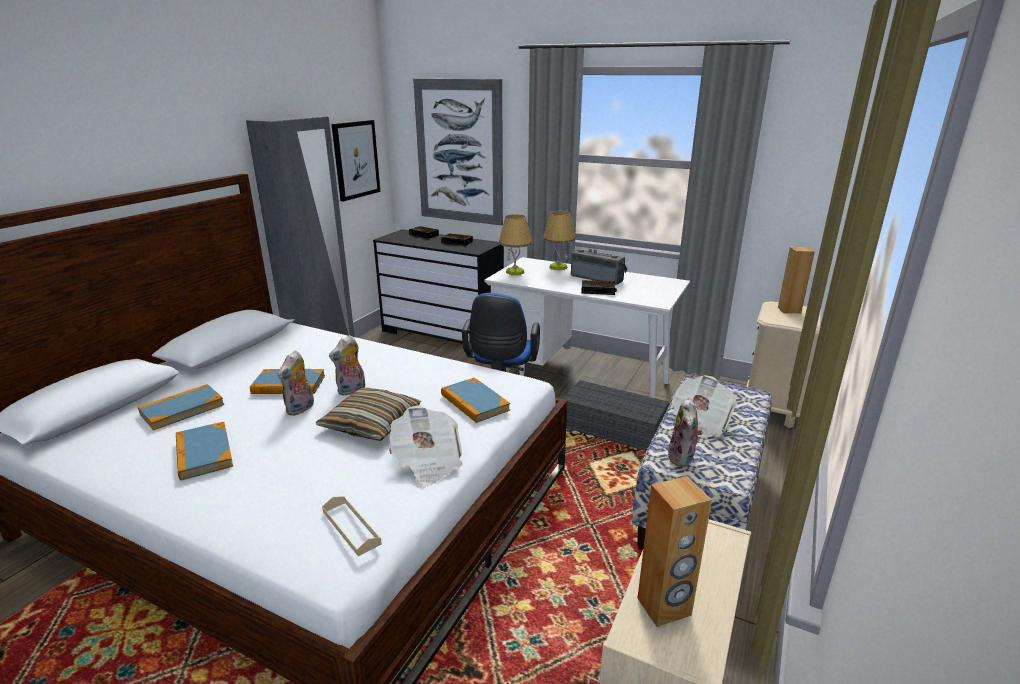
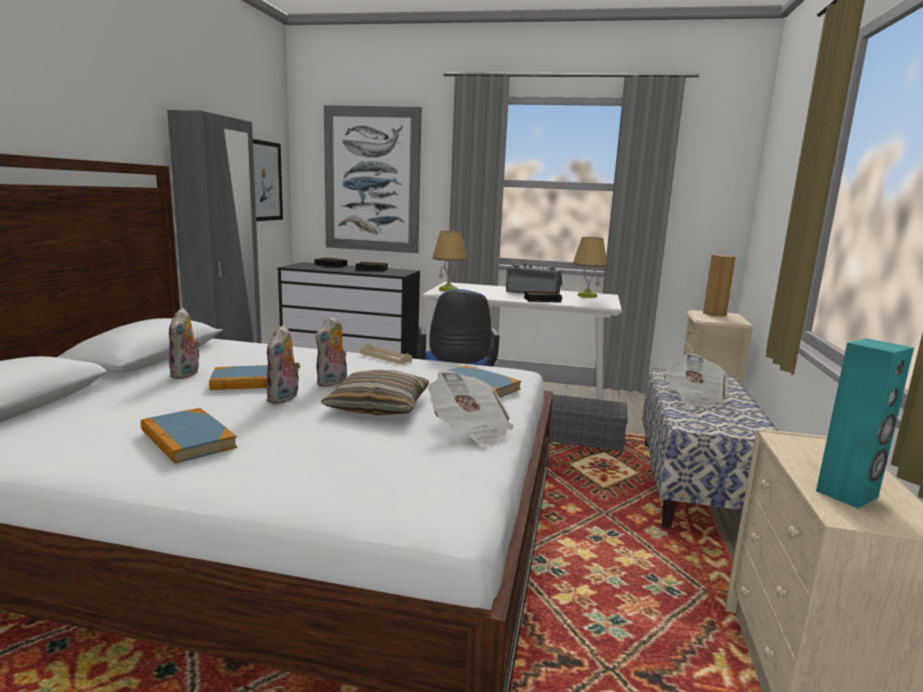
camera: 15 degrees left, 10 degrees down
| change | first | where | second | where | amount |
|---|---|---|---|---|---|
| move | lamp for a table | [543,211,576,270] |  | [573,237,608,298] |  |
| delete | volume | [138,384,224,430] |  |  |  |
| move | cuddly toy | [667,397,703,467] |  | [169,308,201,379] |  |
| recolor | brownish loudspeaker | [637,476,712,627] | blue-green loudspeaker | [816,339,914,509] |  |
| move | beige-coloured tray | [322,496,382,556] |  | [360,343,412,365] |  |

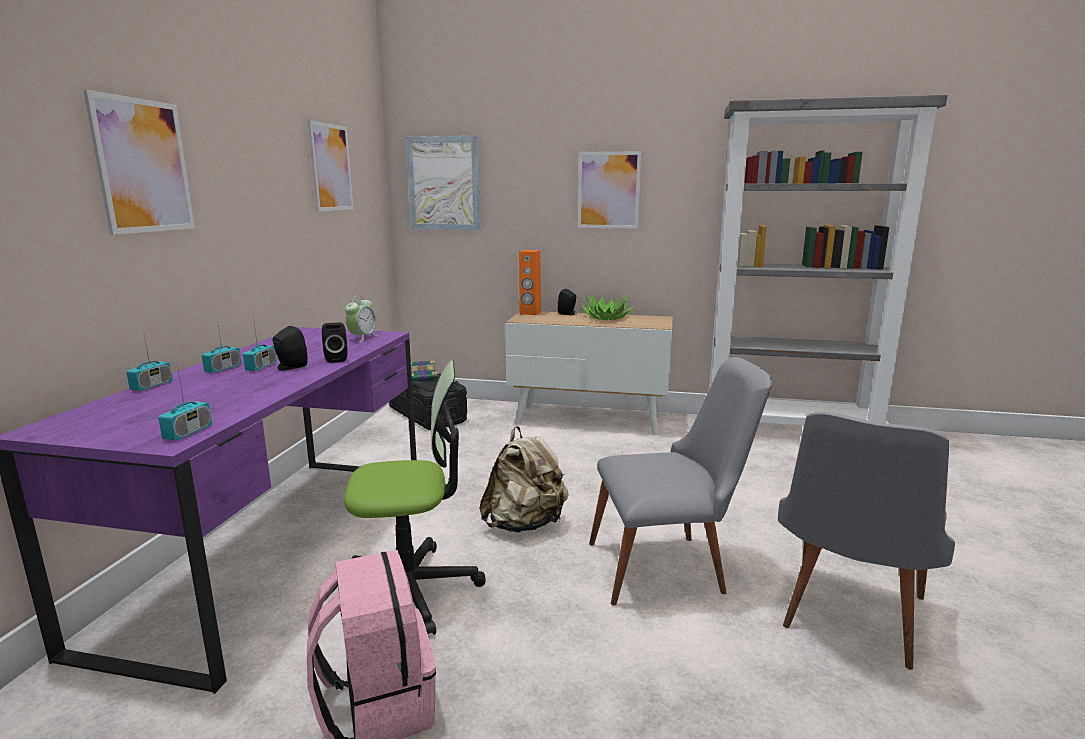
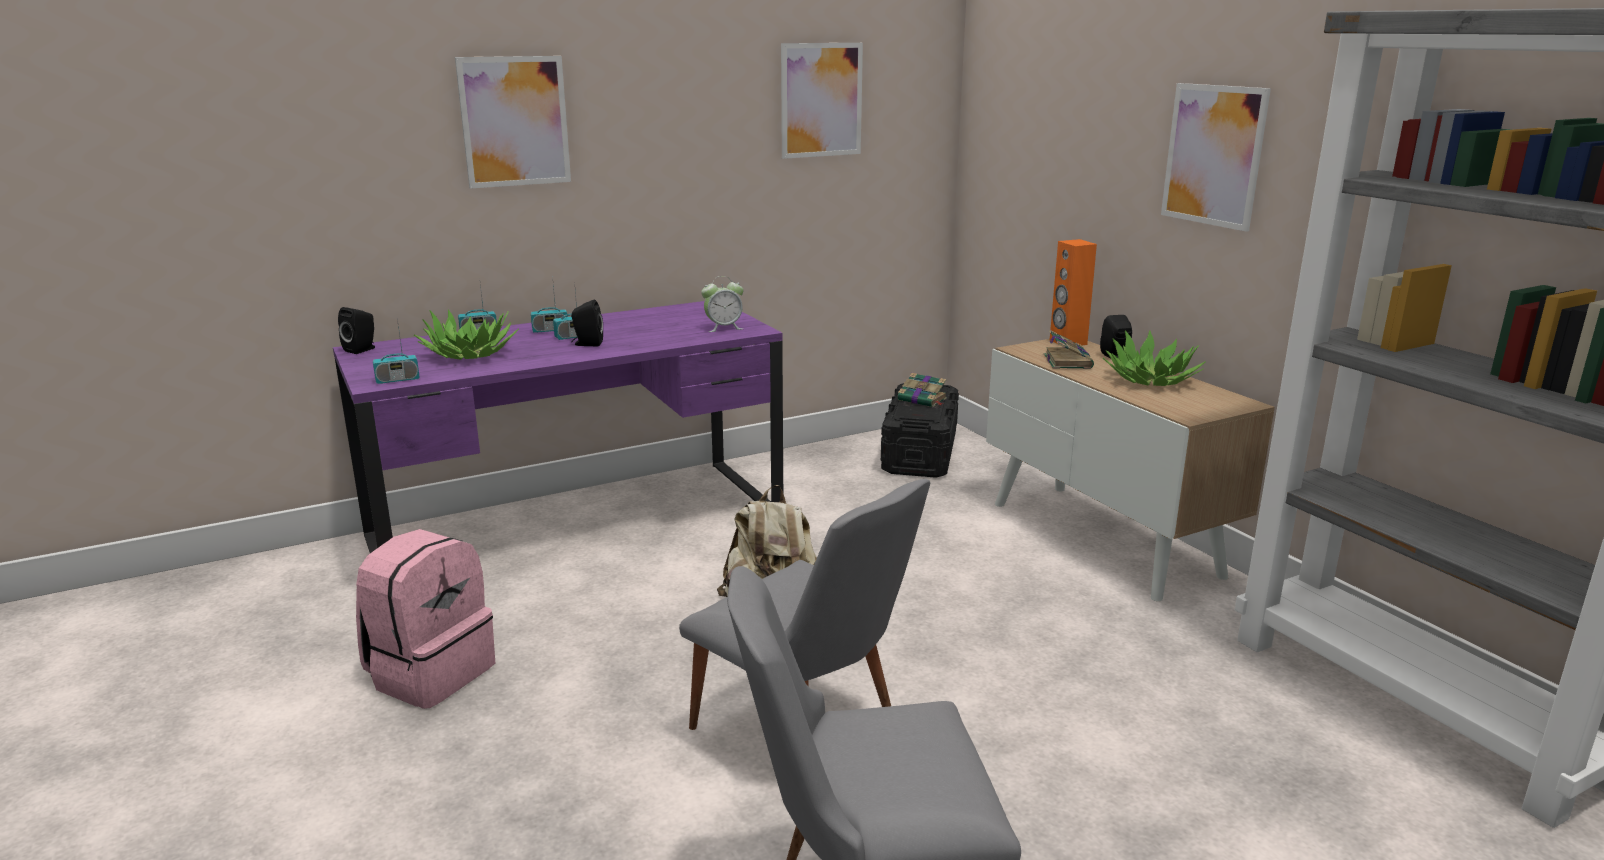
camera: 50 degrees right, 5 degrees up
| change | first | where | second | where | amount |
|---|---|---|---|---|---|
| delete | wall picture | [406,136,480,230] |  |  |  |
| move | black-coloured loudspeaker | [322,322,348,363] |  | [338,307,375,354] |  |
| delete | computer chair | [340,360,486,635] |  |  |  |
| insert |  |  | plant in a pot | [414,309,519,360] |  |
| insert |  |  | volume | [1044,330,1094,369] |  |

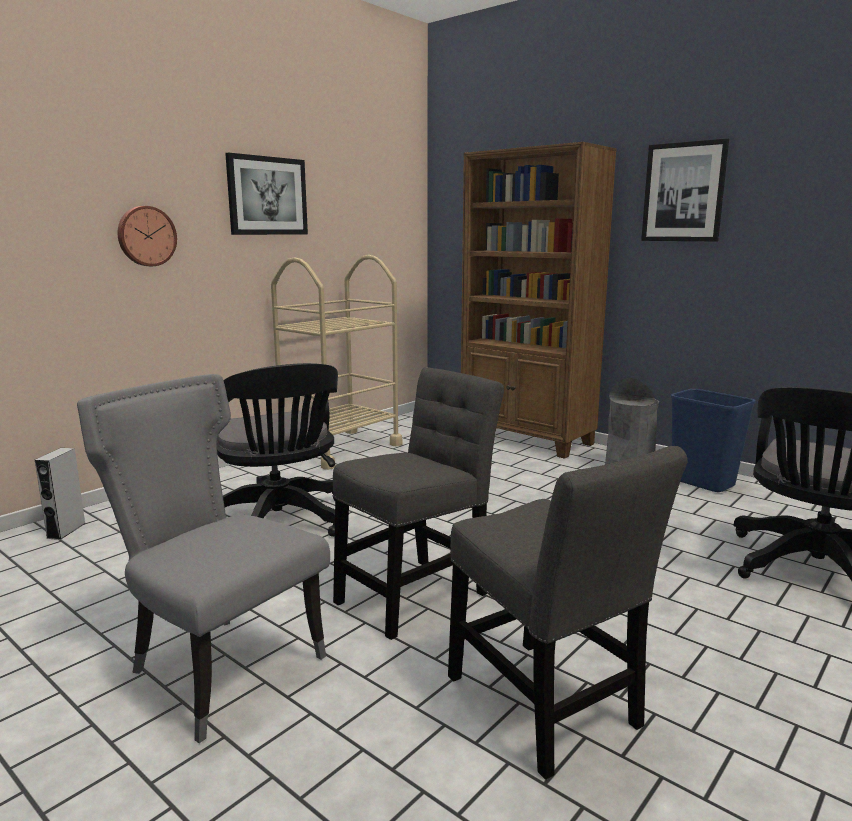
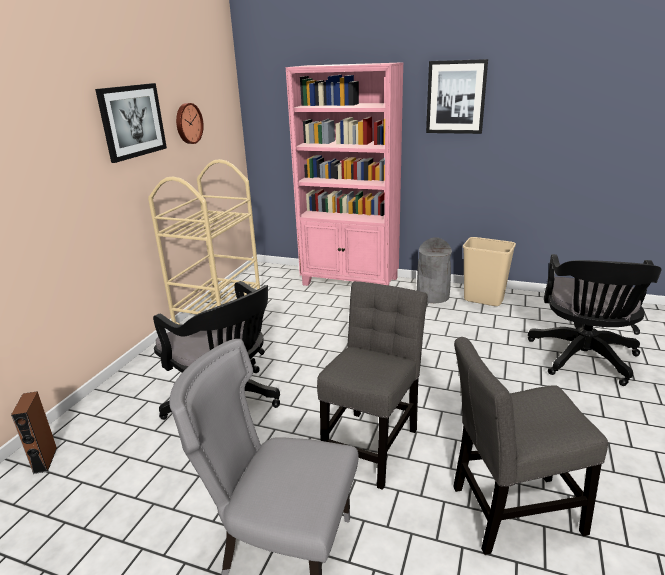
camera: 20 degrees left, 10 degrees up
| change | first | where | second | where | amount |
|---|---|---|---|---|---|
| recolor | brownish bookshelf | [461,142,617,459] | pink-coloured bookshelf | [286,62,404,286] |  |
| move | clock on the wall | [118,206,177,266] |  | [176,103,204,144] |  |
| recolor | blue-coloured rubbish bin | [671,389,756,492] | beige-coloured rubbish bin | [463,237,516,306] |  |
| rotate | gray plain chair | [448,446,687,780] |  | [453,337,608,555] | 135 degrees clockwise |
| recolor | gray loudspeaker | [35,448,86,540] | brownish loudspeaker | [11,391,57,474] |  |

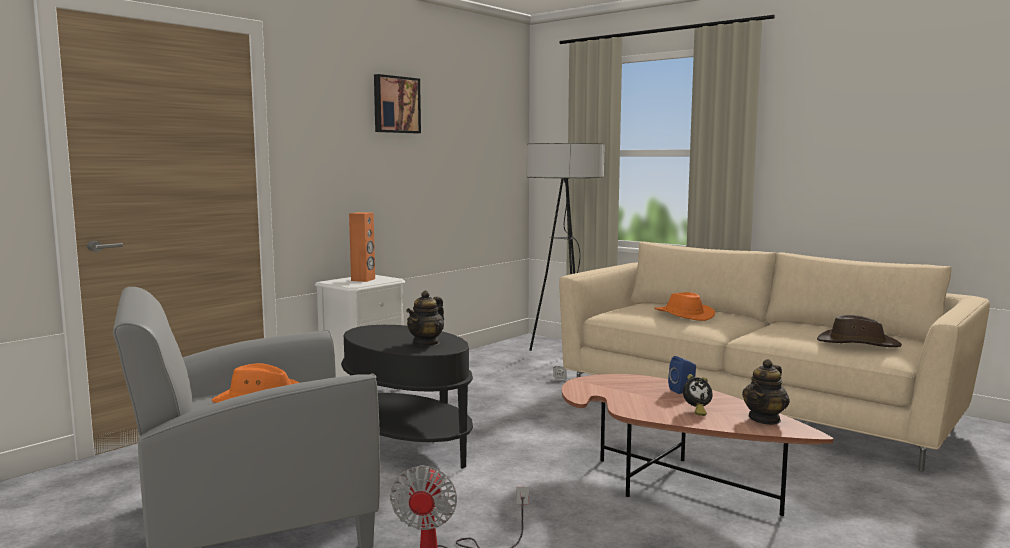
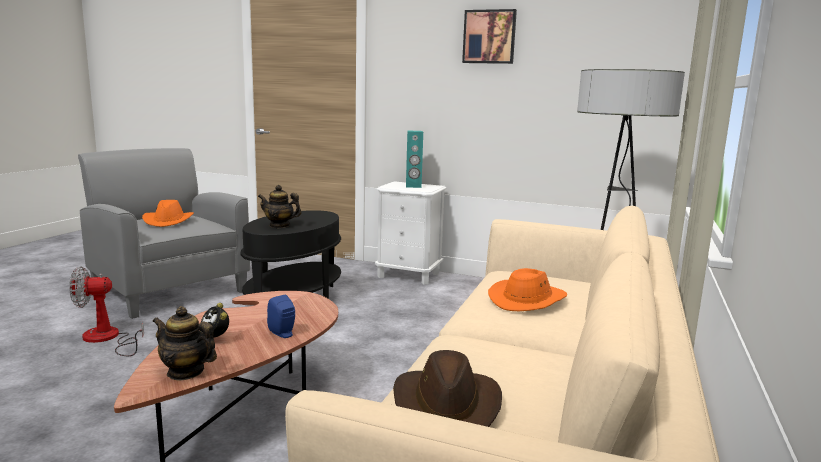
camera: 70 degrees right, 5 degrees up
| change | first | where | second | where | amount |
|---|---|---|---|---|---|
| recolor | orange-coloured loudspeaker | [349,212,375,282] | blue-green loudspeaker | [406,130,423,188] |  |

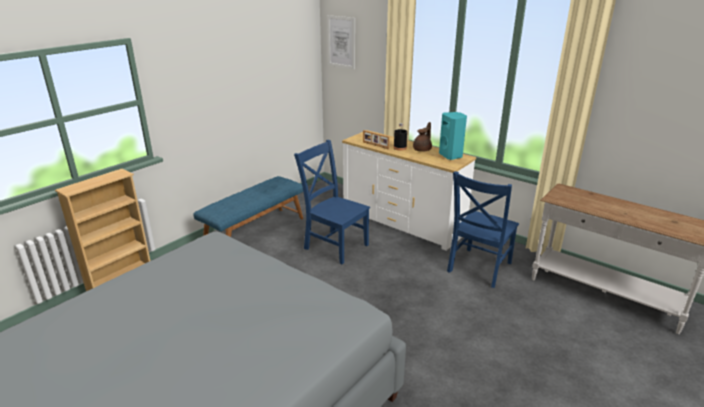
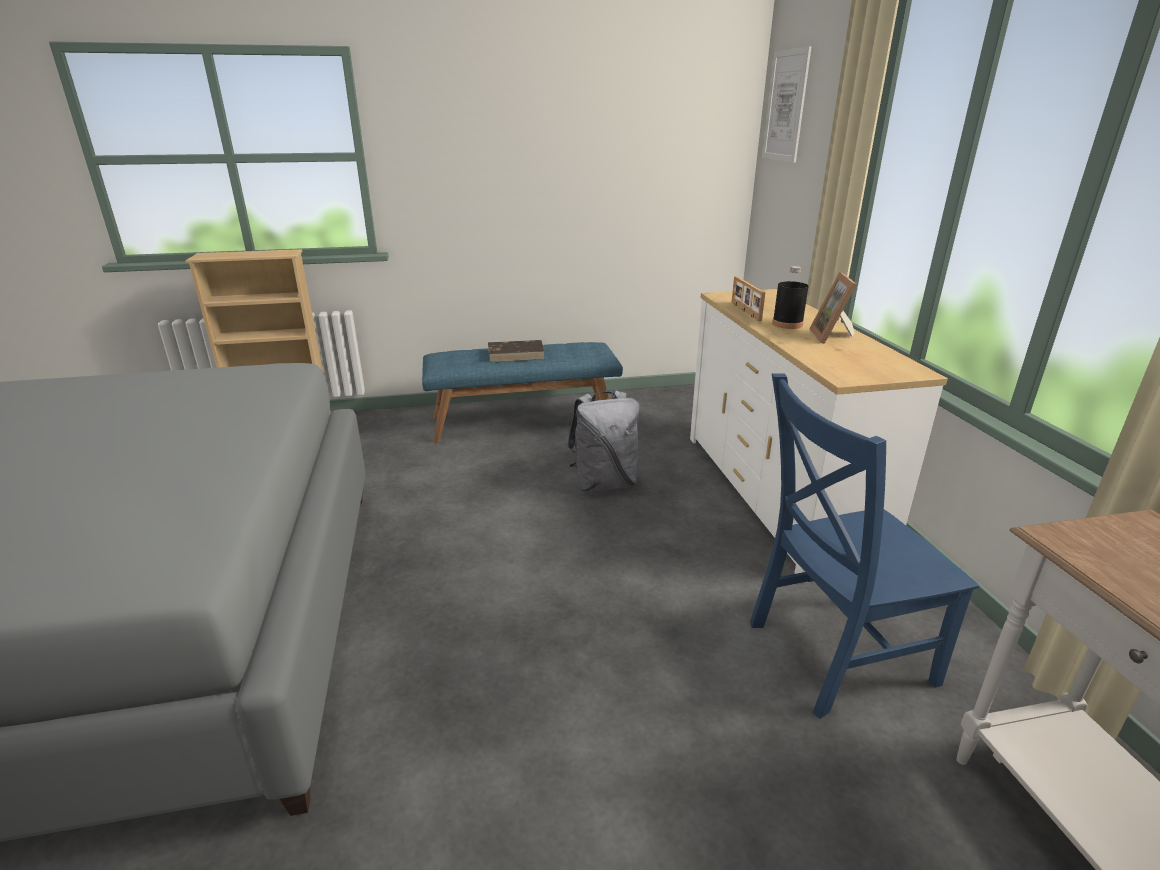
camera: 40 degrees right, 0 degrees up
| change | first | where | second | where | amount |
|---|---|---|---|---|---|
| delete | blue-green loudspeaker | [439,112,467,160] |  |  |  |
| replace | brownish pot for tea | [413,122,432,152] | photo frame | [809,272,857,344] |  |
| replace | blue-coloured plain chair | [294,140,370,264] | gray knapsack | [567,390,640,492] |  |
| insert |  |  | brownish volume | [488,340,545,362] |  |

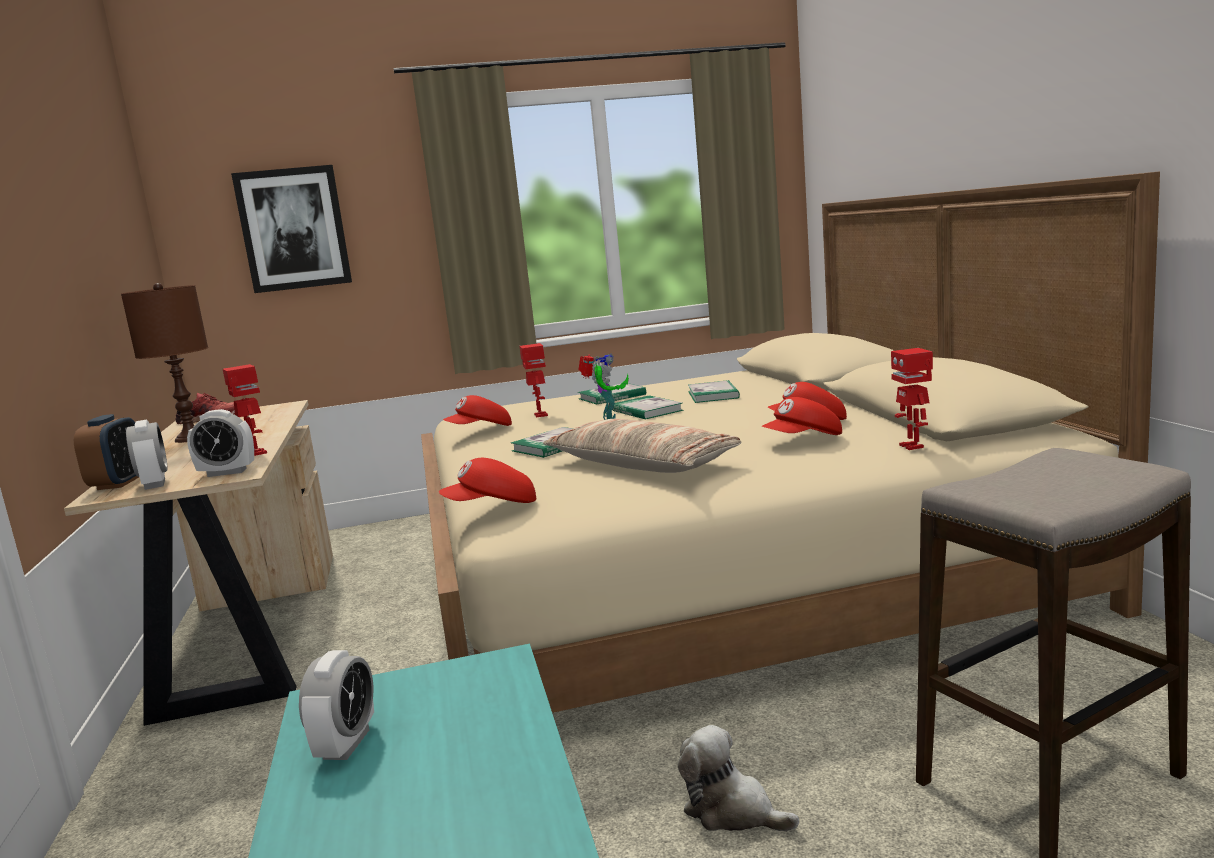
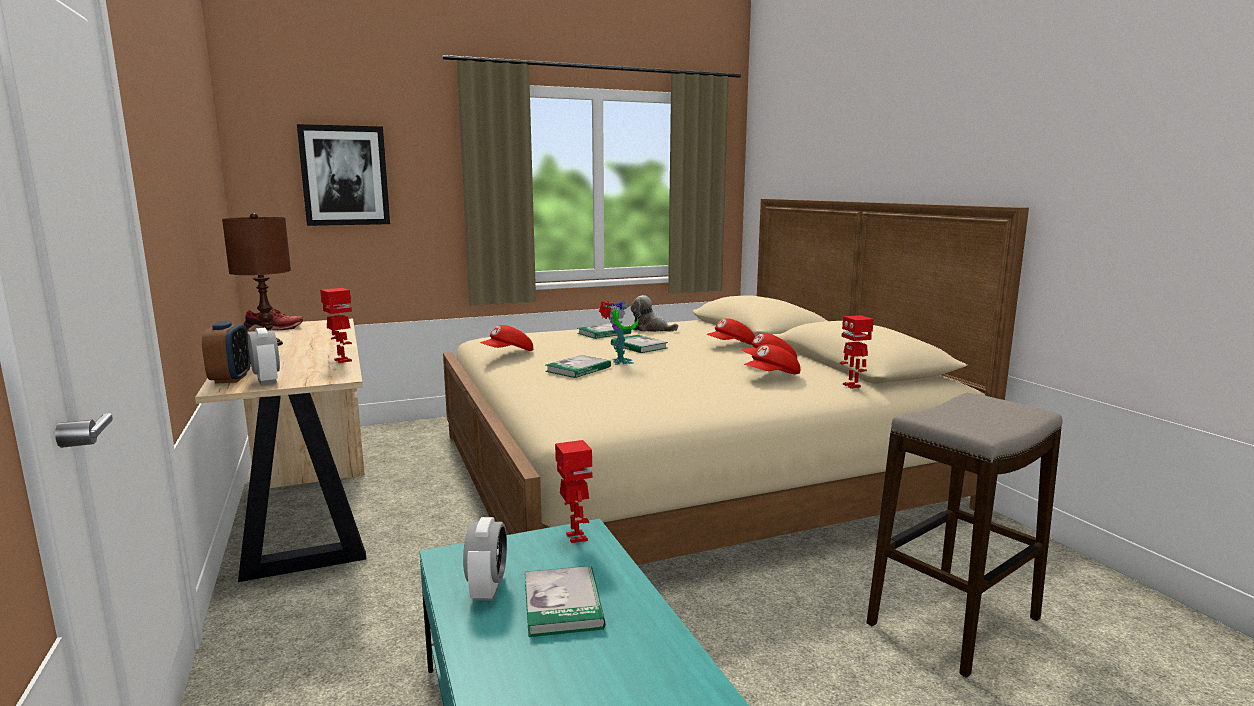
camera: 10 degrees left, 0 degrees up
| change | first | where | second | where | amount |
|---|---|---|---|---|---|
| move | toy robot | [520,343,548,417] |  | [555,440,593,543] |  |
| move | volume | [688,380,740,403] |  | [525,566,605,637] |  |
| delete | bedside clock | [187,409,254,477] |  |  |  |
| delete | pillow | [543,419,742,473] |  |  |  |
| move | red-coloured baseball cap | [439,458,536,503] |  | [706,318,755,345] |  |
| move | cuddly toy | [678,725,799,831] |  | [631,295,678,332] |  |

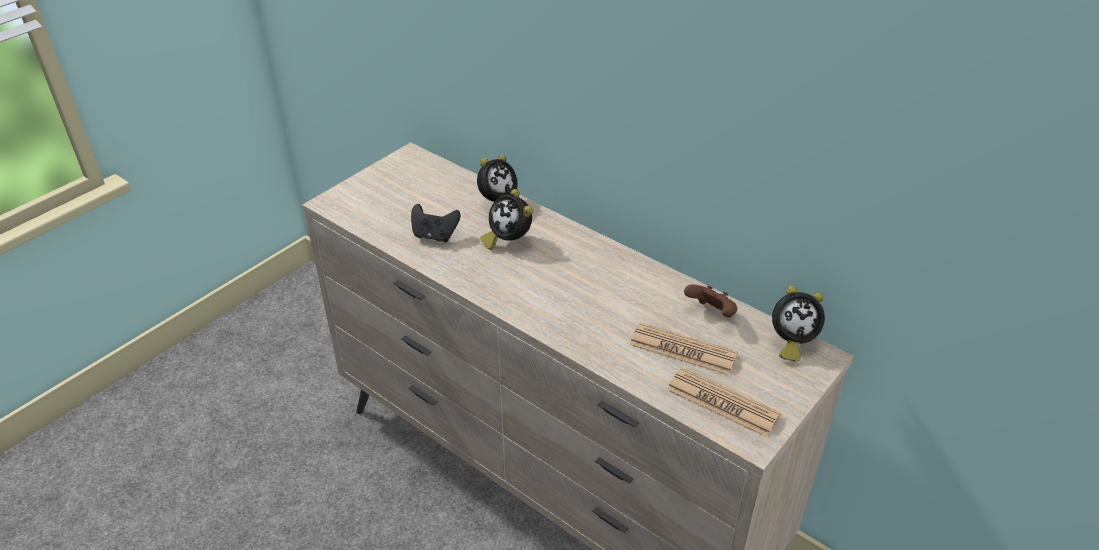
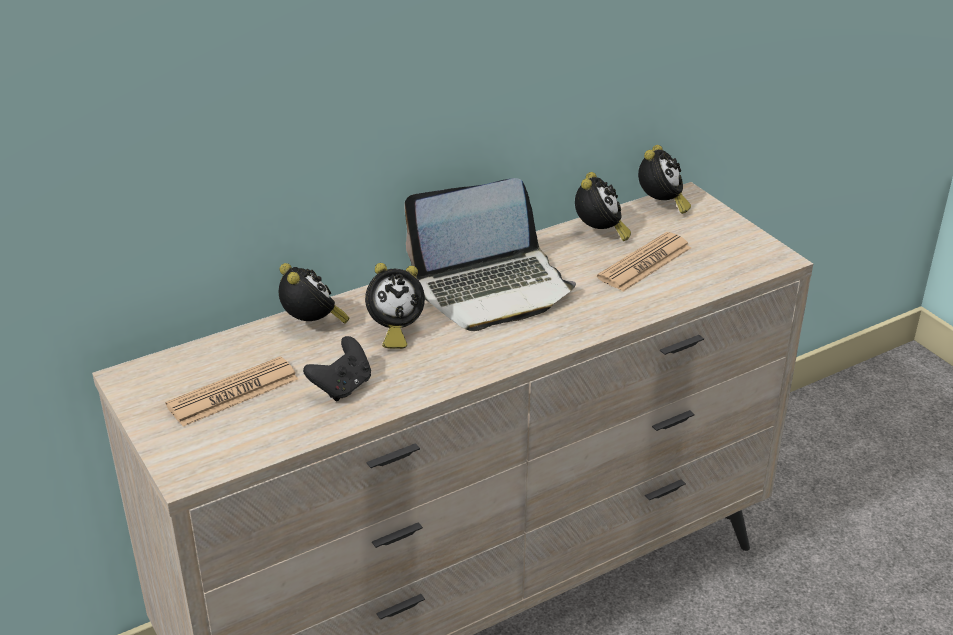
camera: 70 degrees left, 5 degrees down
| change | first | where | second | where | amount |
|---|---|---|---|---|---|
| replace | brownish game controller | [684,284,737,317] | bedside clock | [575,172,631,241] |  |
| move | printed paper | [667,368,781,437] |  | [165,357,298,427] |  |
| insert |  |  | notebook computer | [404,178,576,331] |  |

